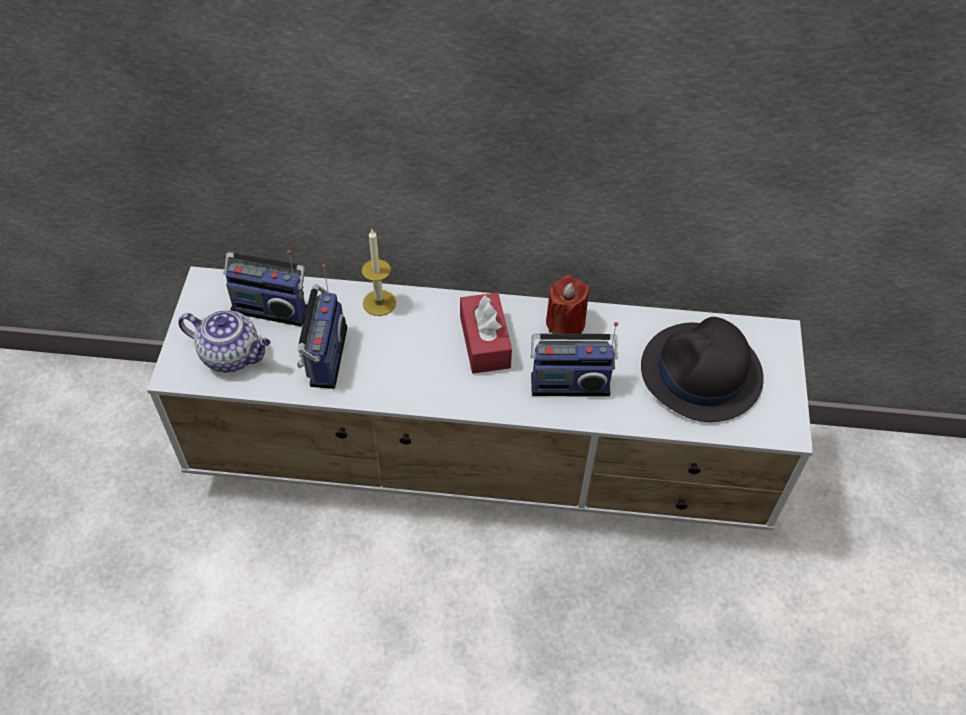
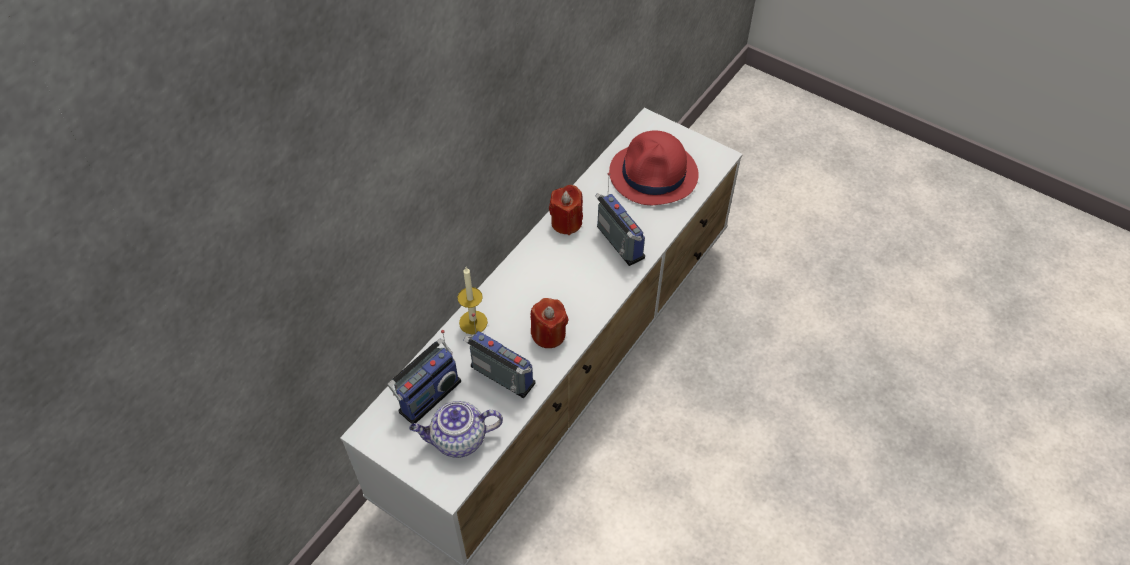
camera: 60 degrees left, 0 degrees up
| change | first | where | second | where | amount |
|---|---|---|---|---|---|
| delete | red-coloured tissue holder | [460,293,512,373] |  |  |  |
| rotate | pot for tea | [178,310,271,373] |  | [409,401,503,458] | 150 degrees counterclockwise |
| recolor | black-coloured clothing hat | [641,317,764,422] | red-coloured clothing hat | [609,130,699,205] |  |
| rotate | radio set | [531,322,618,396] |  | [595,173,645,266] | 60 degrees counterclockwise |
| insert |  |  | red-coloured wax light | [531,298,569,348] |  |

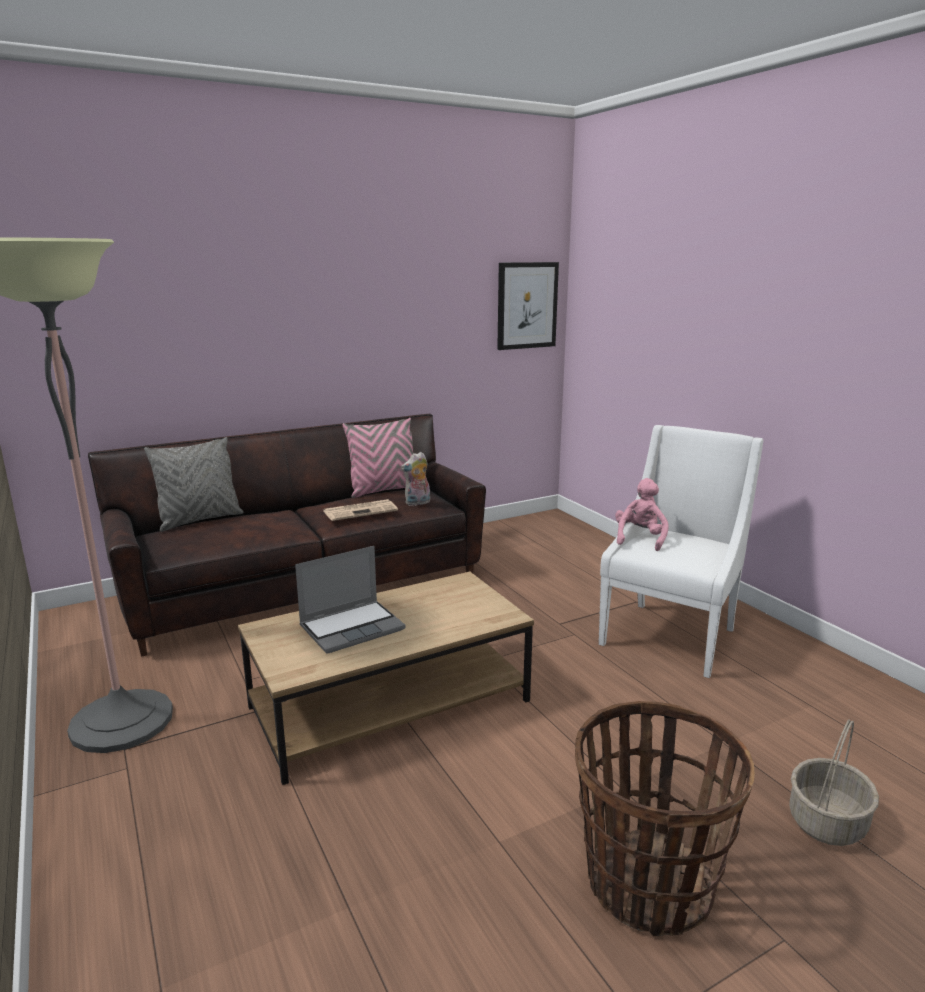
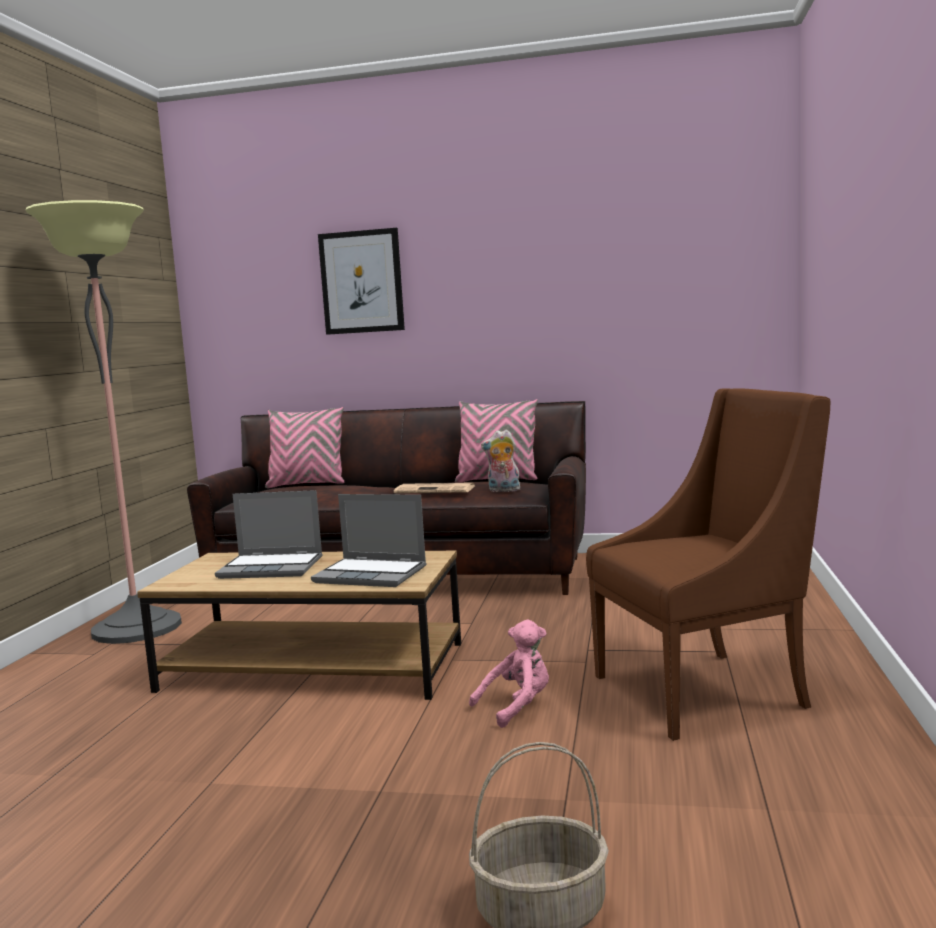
camera: 40 degrees right, 10 degrees down
| change | first | where | second | where | amount |
|---|---|---|---|---|---|
| move | wall picture | [497,262,559,350] |  | [318,228,405,335] |  |
| recolor | white lounge chair | [598,425,763,678] | brownish lounge chair | [586,388,830,741] |  |
| recolor | gray pillow | [144,437,244,532] | pink-coloured pillow | [265,407,344,488] |  |
| move | pink-coloured cuddly toy | [615,478,669,551] |  | [469,620,549,728] |  |
| delete | basket | [575,701,755,936] |  |  |  |
| insert |  |  | notebook computer | [311,494,426,587] |  |

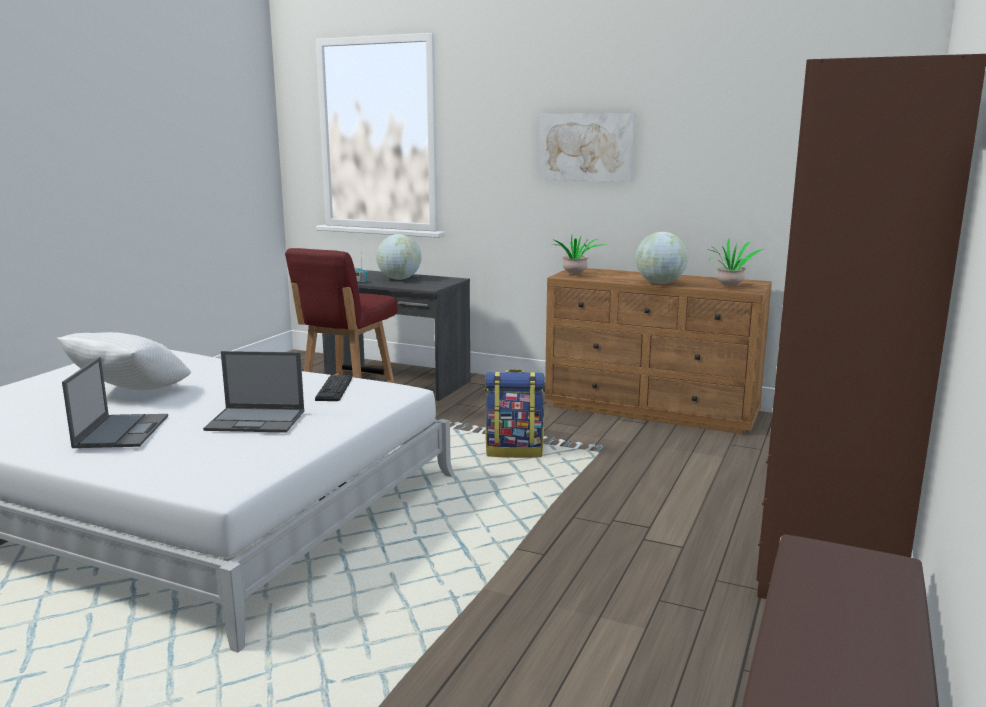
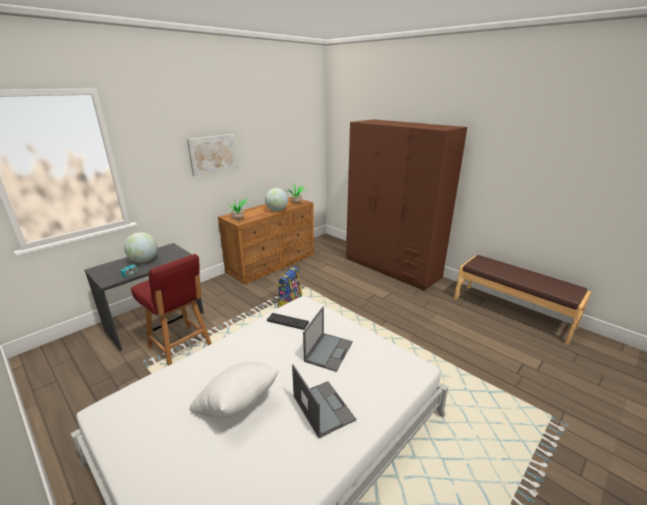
camera: 70 degrees left, 10 degrees up
| change | first | where | second | where | amount |
|---|---|---|---|---|---|
| rotate | notebook computer | [62,357,168,448] |  | [292,364,356,438] | 45 degrees clockwise |

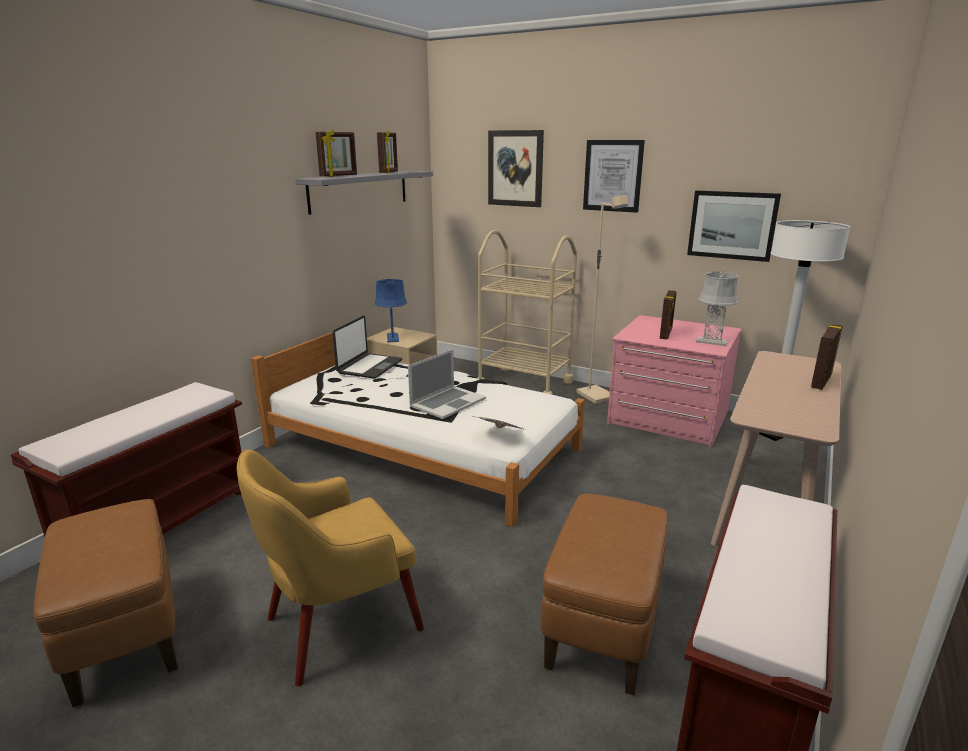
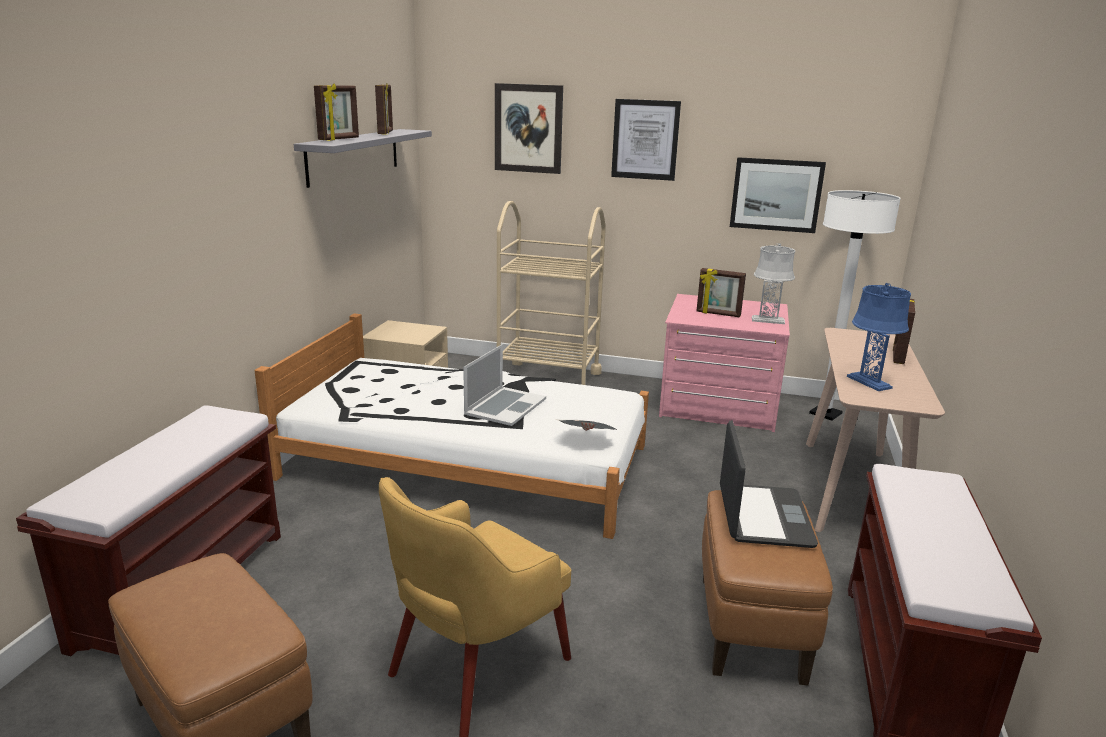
camera: 15 degrees left, 0 degrees up
| change | first | where | second | where | amount |
|---|---|---|---|---|---|
| delete | beige-coloured standard lamp | [576,195,629,404] |  |  |  |
| move | blue-coloured lamp for a table | [375,278,407,342] |  | [847,283,911,391] |  |
| rotate | photo frame | [660,290,676,340] |  | [697,268,746,317] | 105 degrees clockwise |
| move | notebook computer | [332,316,402,379] |  | [720,420,818,548] |  |

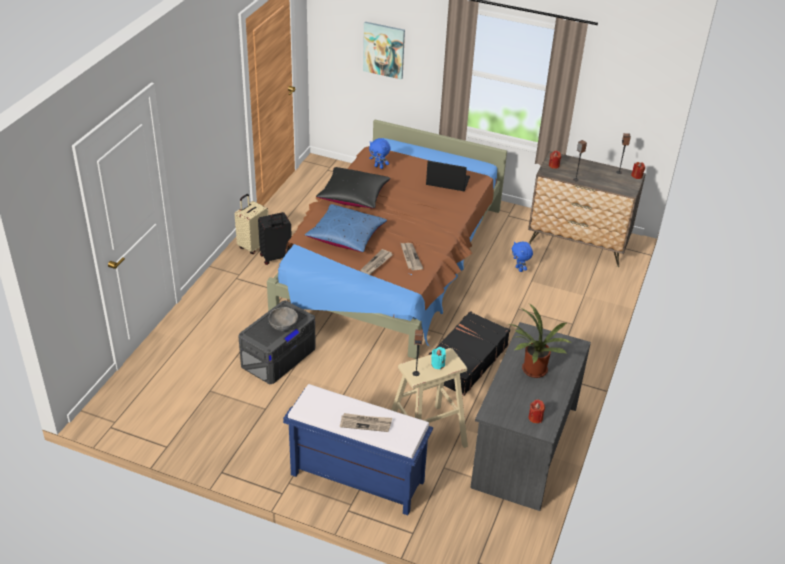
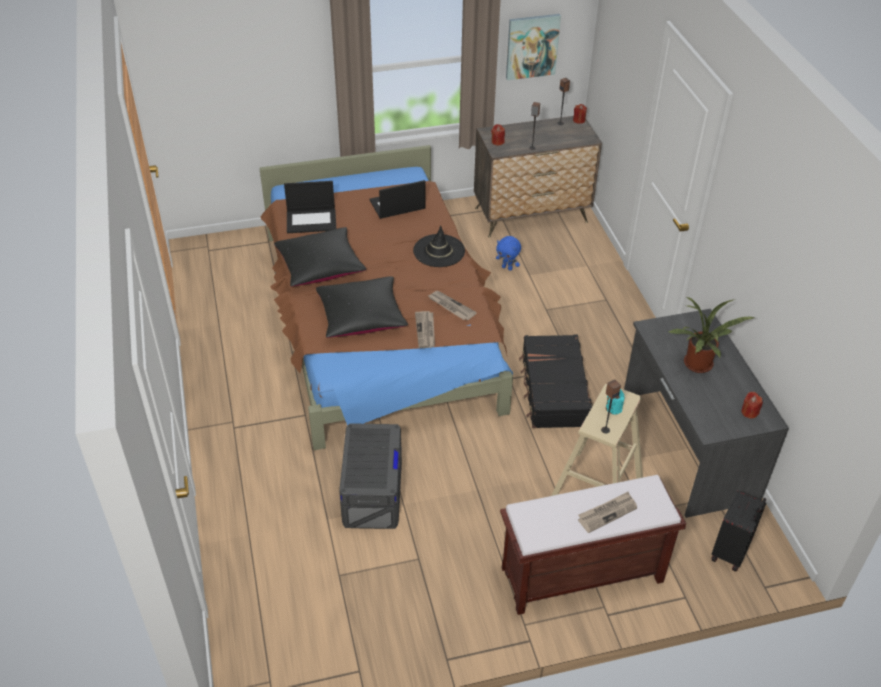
camera: 35 degrees left, 5 degrees up
| change | first | where | second | where | amount |
|---|---|---|---|---|---|
| move | wall picture | [363,22,405,80] |  | [506,14,561,80] |  |
| replace | blue-coloured cuddly toy | [369,138,390,169] | notebook computer | [284,181,336,233] |  |
| delete | beige-coloured suitcase | [235,194,268,254] |  |  |  |
| recolor | blue-coloured pillow | [305,204,387,252] | black-coloured pillow | [316,276,408,338] |  |
| move | black-coloured suitcase | [258,212,292,265] |  | [711,490,766,572] |  |
| delete | gray serving bowl | [269,307,298,331] |  |  |  |
| recolor | blue-coloured indoor bench | [283,384,433,515] | brownish indoor bench | [500,475,686,615] |  |
| insert |  |  | black-coloured clothing hat | [413,225,465,267] |  |

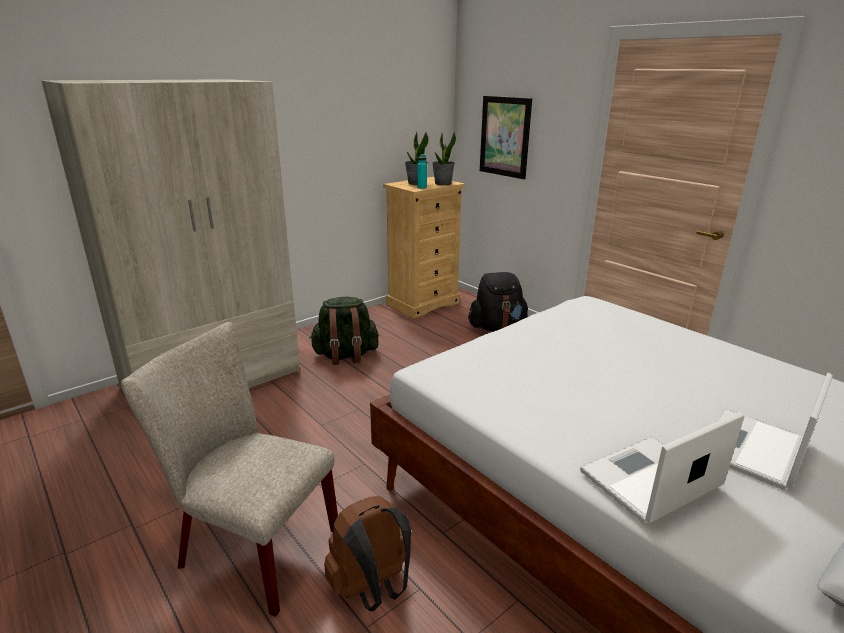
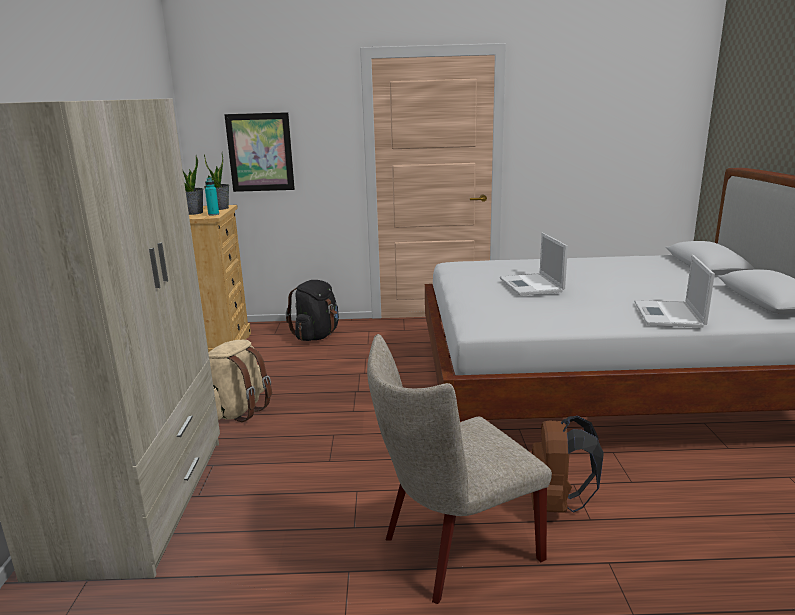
camera: 50 degrees left, 5 degrees down
| change | first | where | second | where | amount |
|---|---|---|---|---|---|
| recolor | green knapsack | [309,297,379,365] | beige-coloured knapsack | [208,340,272,422] |  |
| move | notebook computer | [717,373,833,490] |  | [500,233,568,296] |  |

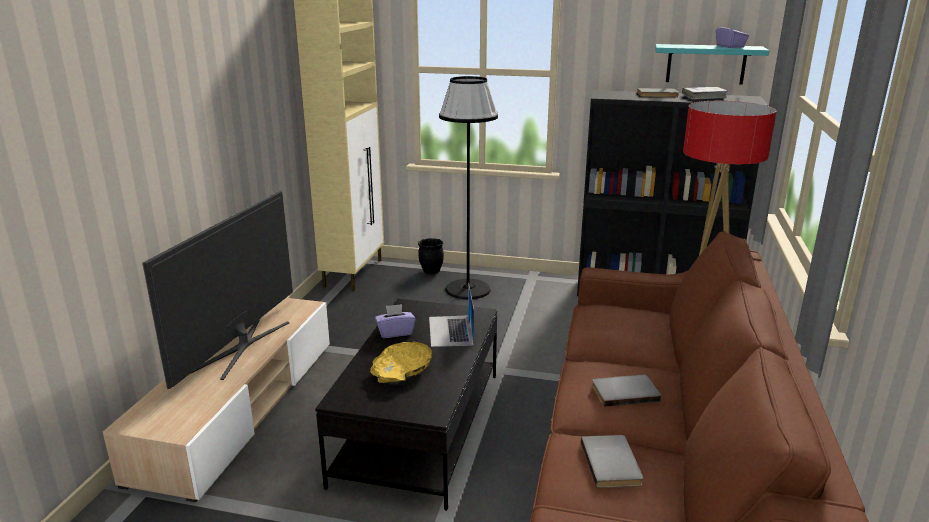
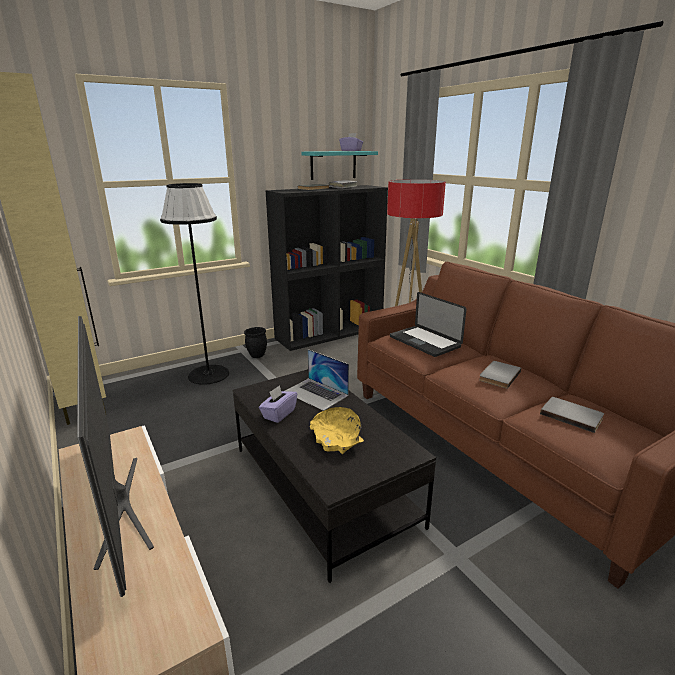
camera: 45 degrees left, 0 degrees up
| change | first | where | second | where | amount |
|---|---|---|---|---|---|
| move | black-coloured planter | [418,238,444,274] |  | [244,327,267,358] |  |
| insert |  |  | notebook computer | [390,292,467,357] |  |

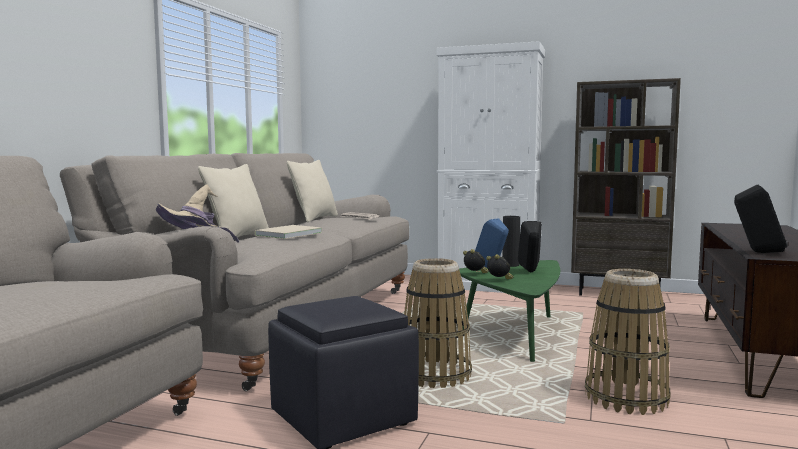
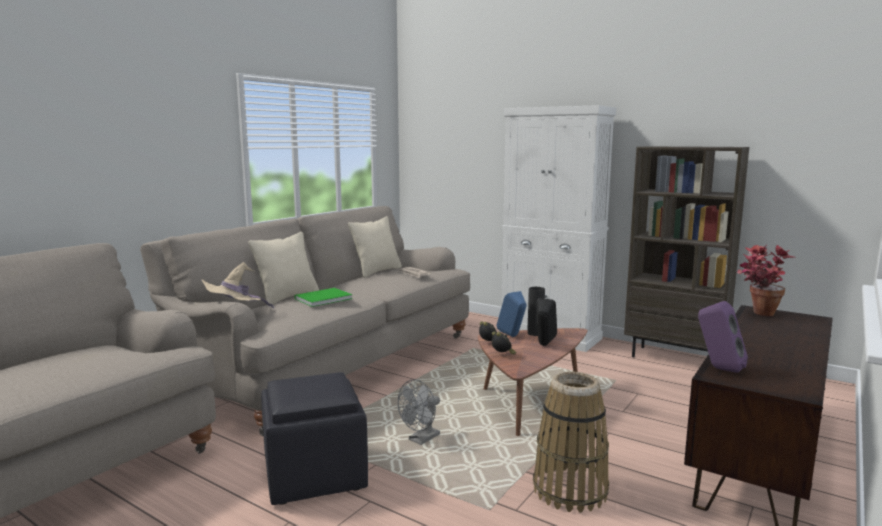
camera: 15 degrees right, 5 degrees up
| change | first | where | second | where | amount |
|---|---|---|---|---|---|
| recolor | black-coloured loudspeaker | [734,184,788,253] | purple loudspeaker | [698,301,748,373] |  |
| recolor | beige-coloured volume | [254,225,322,239] | green volume | [294,288,353,307] |  |
| replace | basket | [404,258,472,388] | gray electric fan | [398,379,440,445] |  |
| recolor | green coffee table | [459,260,560,362] | brownish coffee table | [478,328,588,436] |  |
| insert |  |  | plant in a pot | [737,245,794,316] |  |

